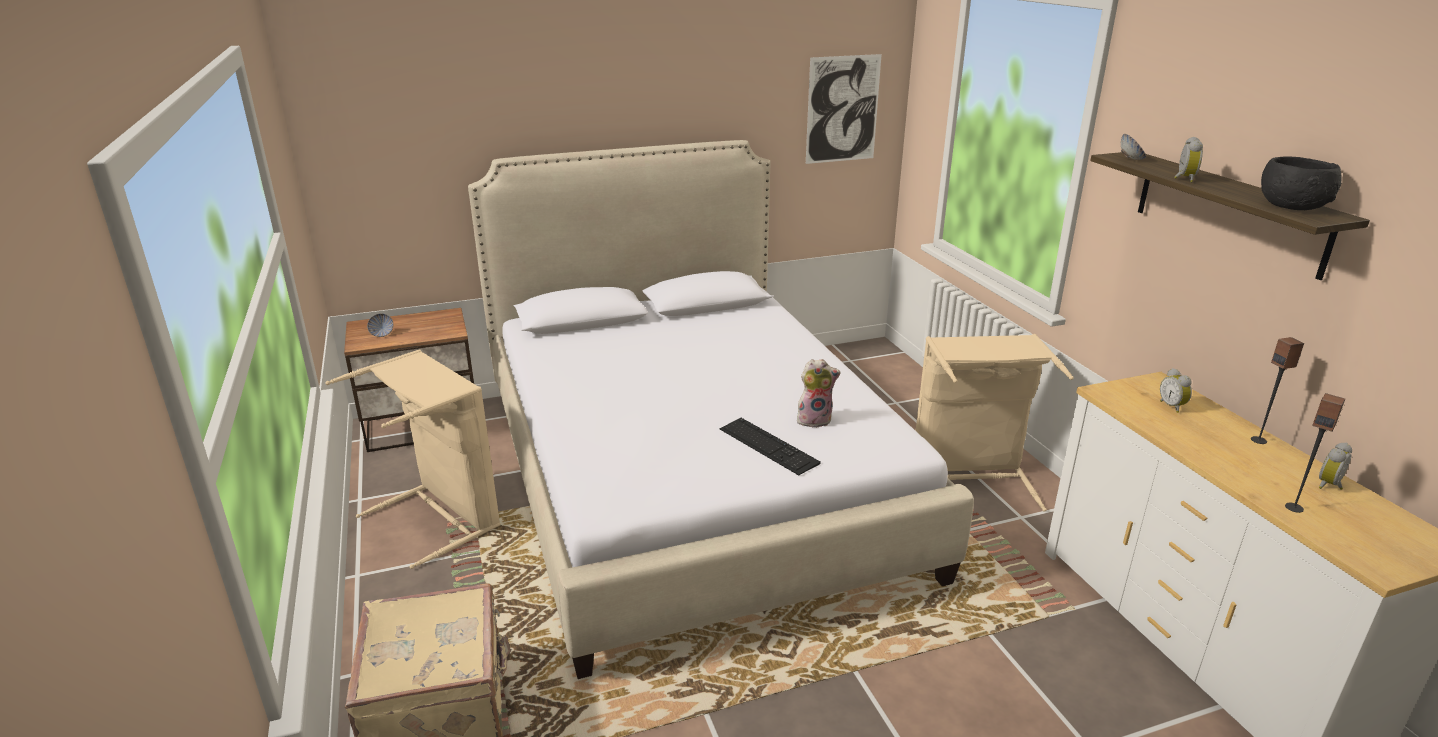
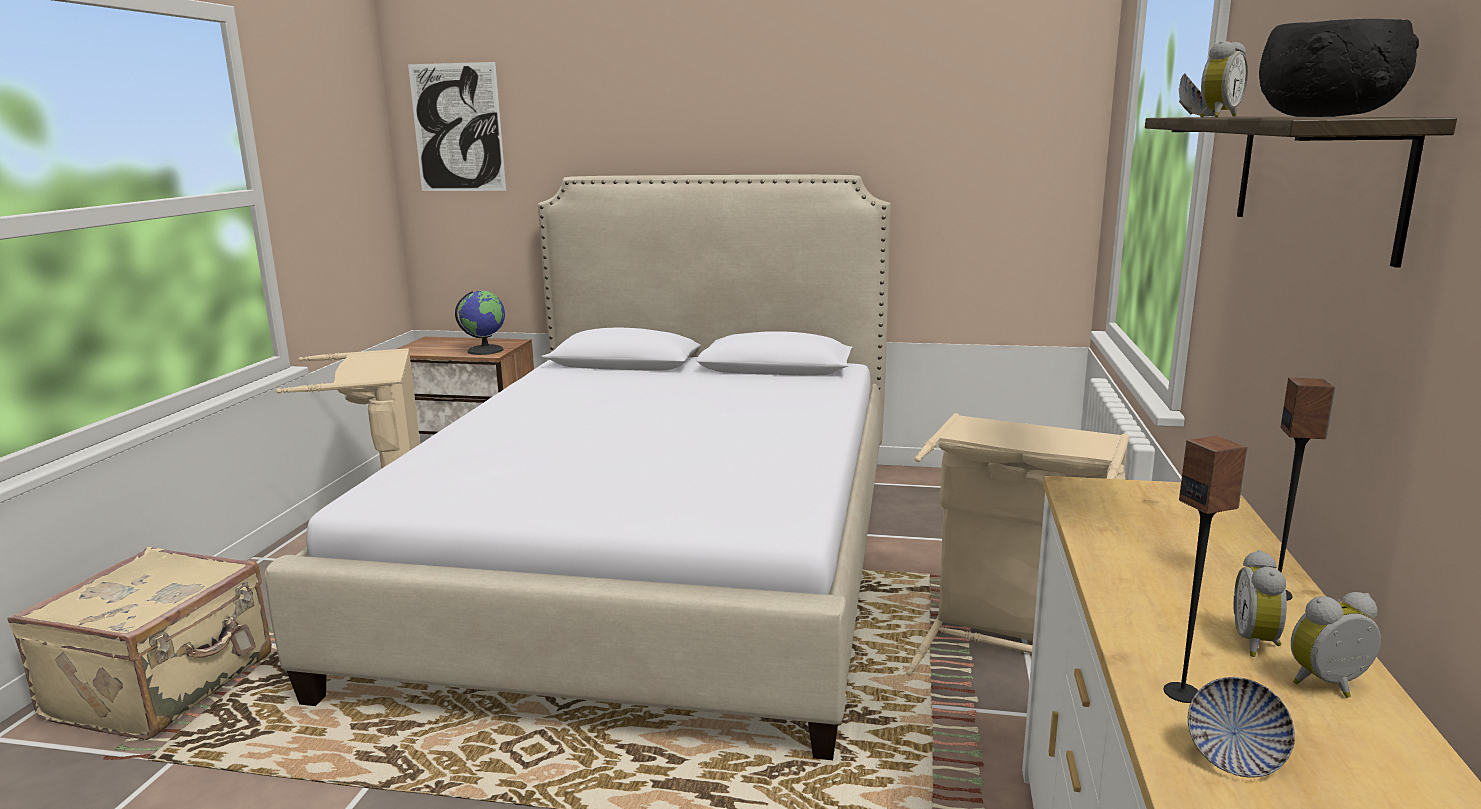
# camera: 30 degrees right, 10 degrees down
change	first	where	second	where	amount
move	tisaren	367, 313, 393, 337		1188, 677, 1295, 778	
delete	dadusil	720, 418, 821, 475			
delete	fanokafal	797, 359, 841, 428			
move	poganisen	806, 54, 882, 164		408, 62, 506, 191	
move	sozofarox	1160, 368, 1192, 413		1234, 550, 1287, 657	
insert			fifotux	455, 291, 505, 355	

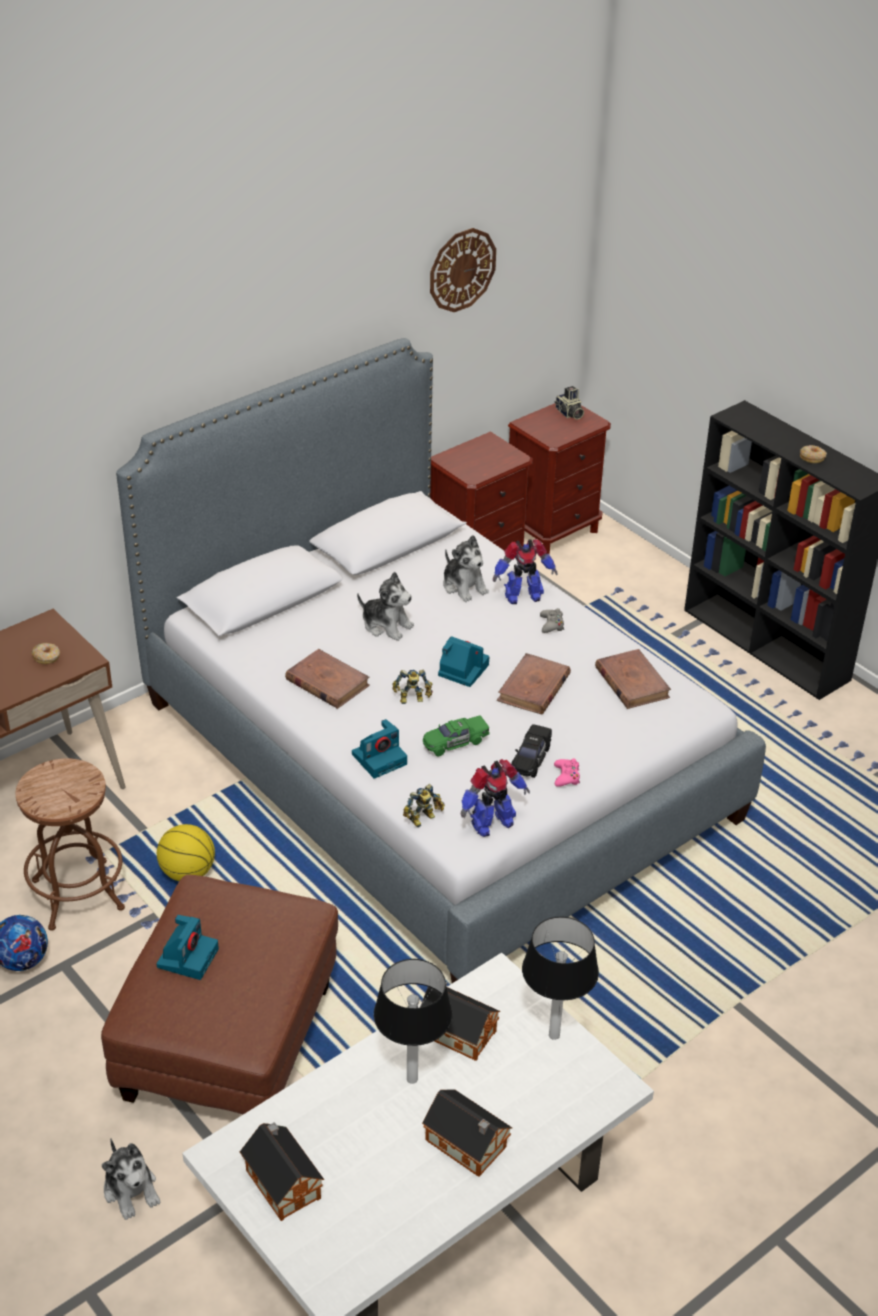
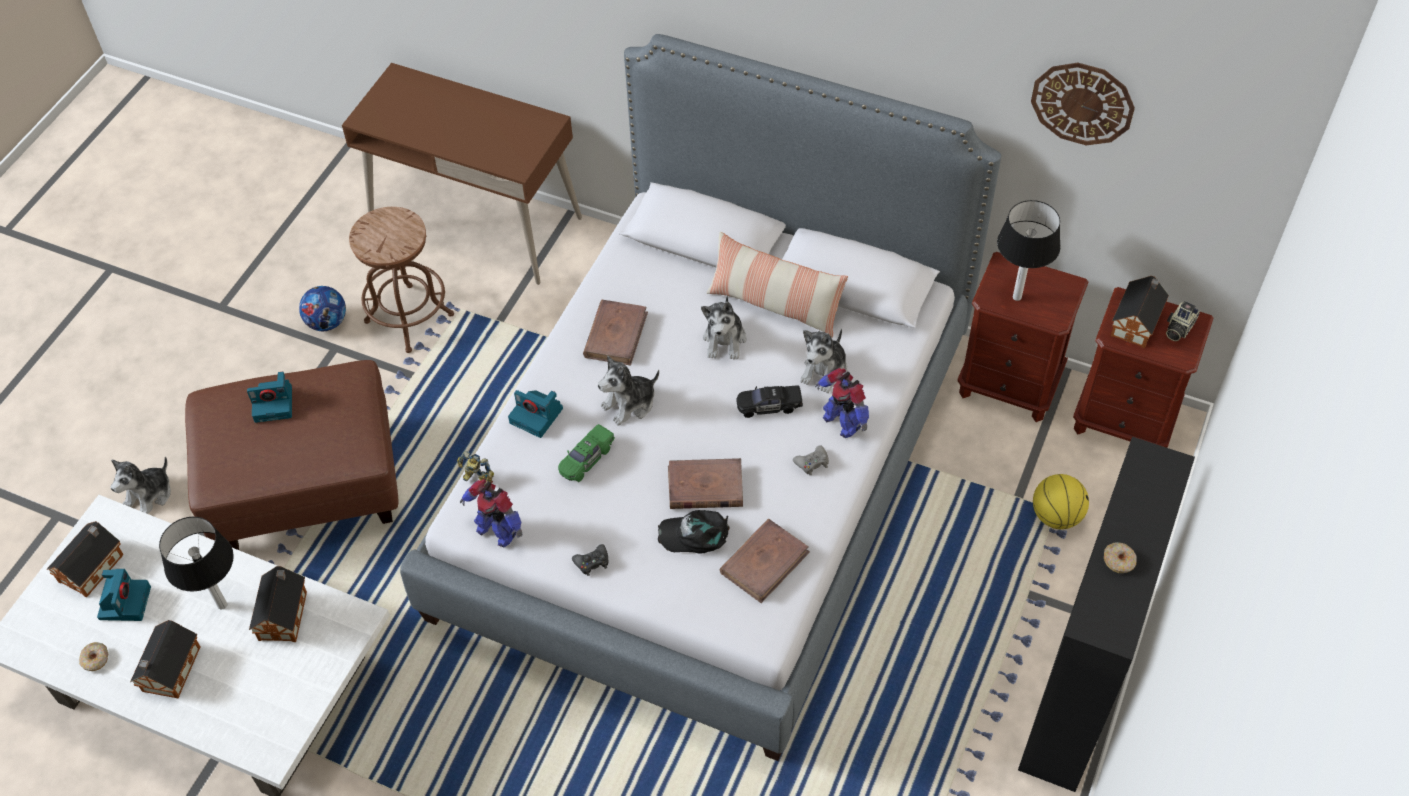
# camera: 65 degrees right, 15 degrees up
change	first	where	second	where	amount
move	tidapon	31, 643, 60, 664		79, 642, 109, 671	
move	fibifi	157, 824, 215, 881		1033, 474, 1089, 529	
replace	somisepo	392, 669, 433, 704	fanokafal	598, 356, 659, 426	
rotate	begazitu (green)	423, 716, 490, 756		558, 424, 615, 482	90 degrees counterclockwise
move	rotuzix	438, 636, 489, 687		97, 569, 151, 621	
move	begazitu (black)	511, 724, 552, 778		736, 385, 803, 418	
move	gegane	522, 916, 599, 1040		997, 200, 1061, 301	
recolor	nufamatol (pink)	554, 759, 580, 787	nufamatol (black)	572, 544, 608, 576	
insert			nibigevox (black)	658, 510, 729, 554	
insert			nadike	707, 231, 848, 338	
insert			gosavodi	1111, 276, 1169, 348	

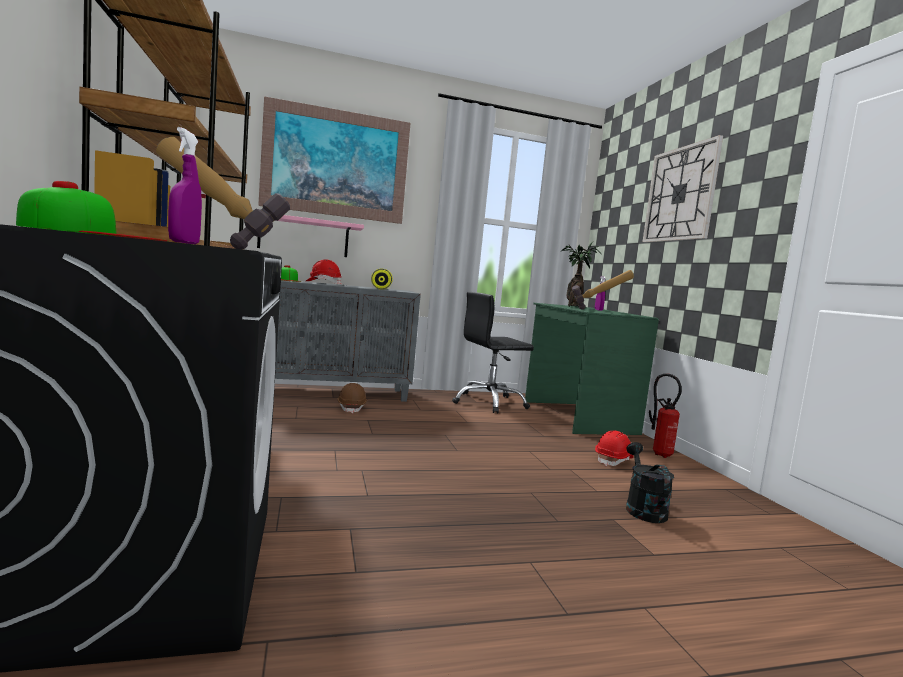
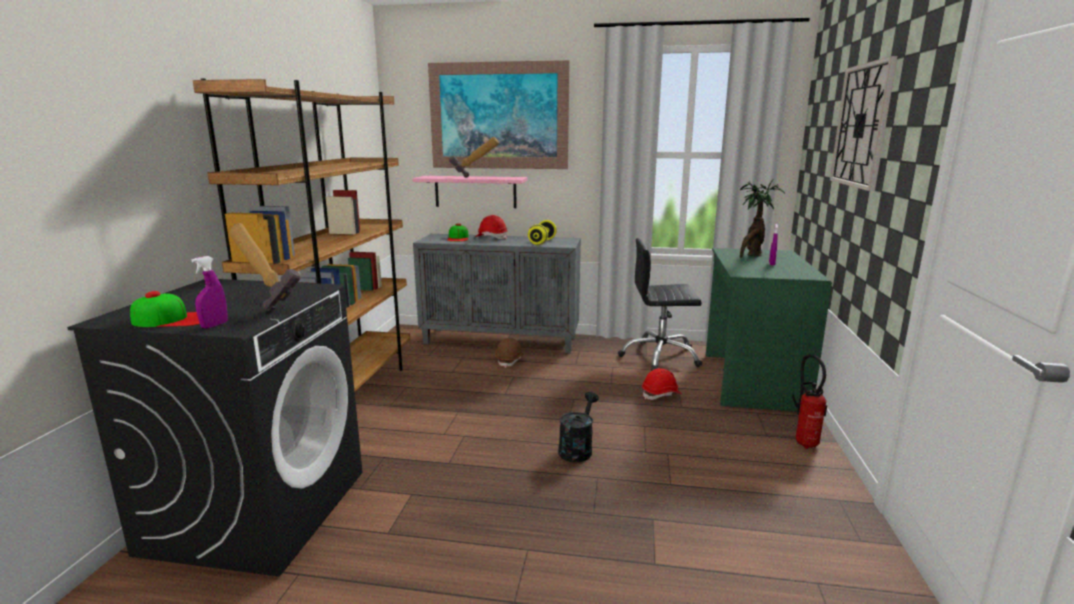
# camera: 25 degrees right, 10 degrees up
change	first	where	second	where	amount
move	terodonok	572, 270, 634, 310		449, 137, 499, 177	
move	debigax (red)	595, 431, 634, 467		642, 368, 681, 400	
move	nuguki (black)	626, 442, 674, 523		558, 392, 599, 462	

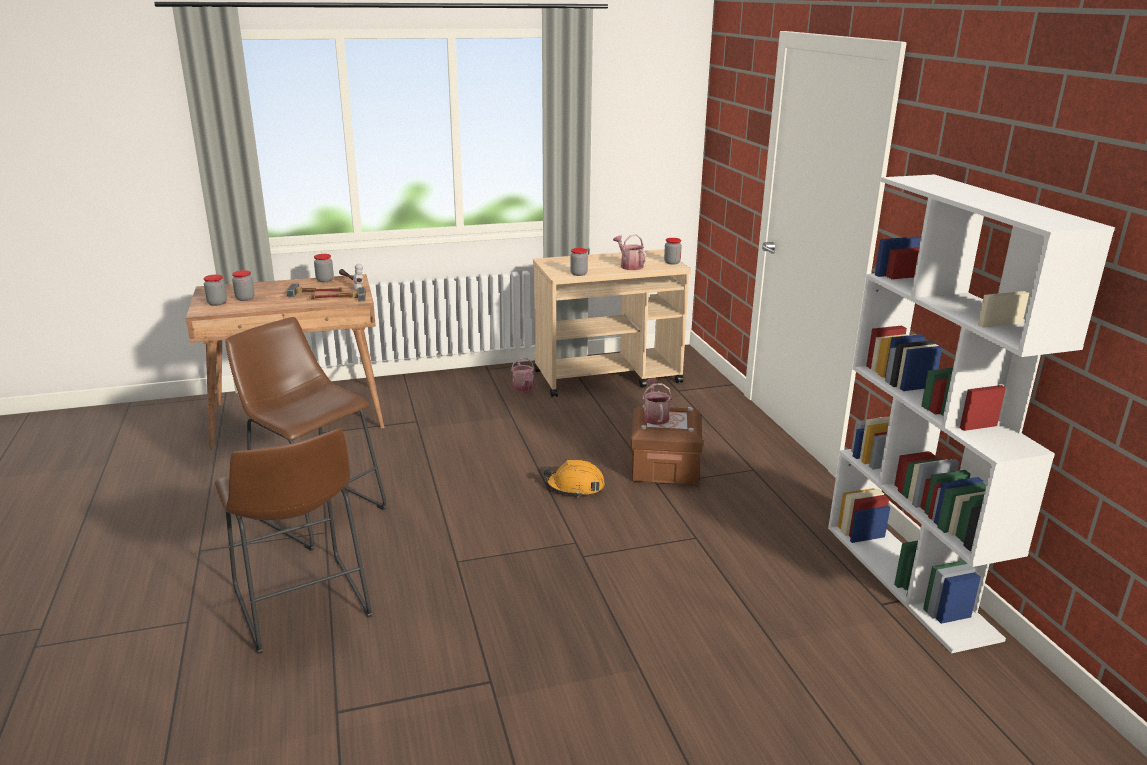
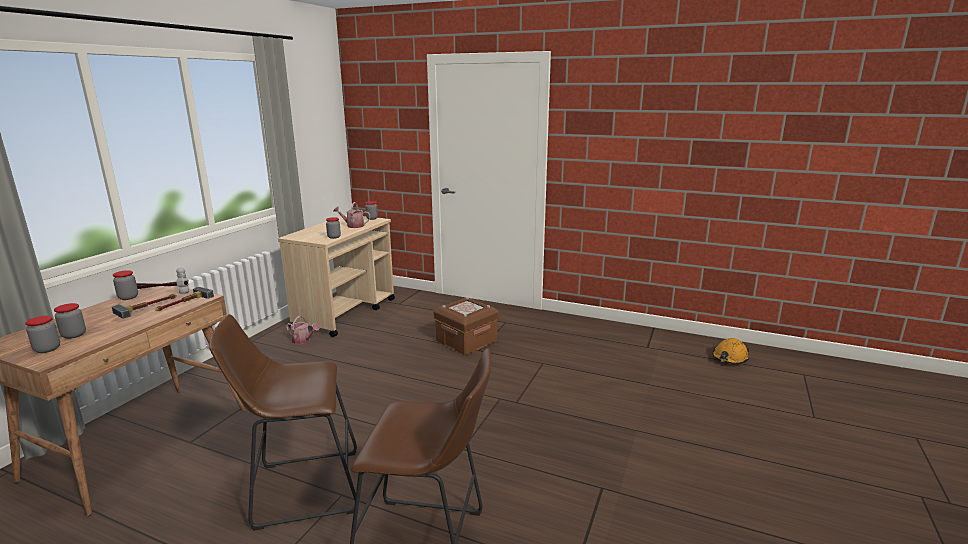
# camera: 50 degrees left, 5 degrees down
change	first	where	second	where	amount
move	debigax (orange)	544, 460, 605, 497		712, 338, 750, 364	
delete	nuguki	643, 379, 672, 425			
delete	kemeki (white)	828, 174, 1115, 653			

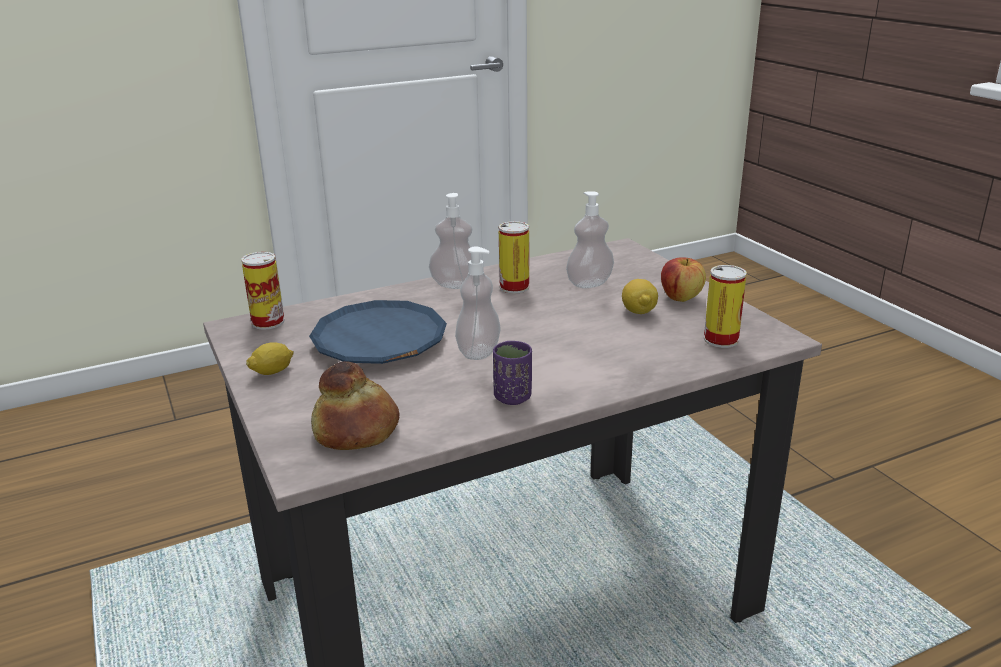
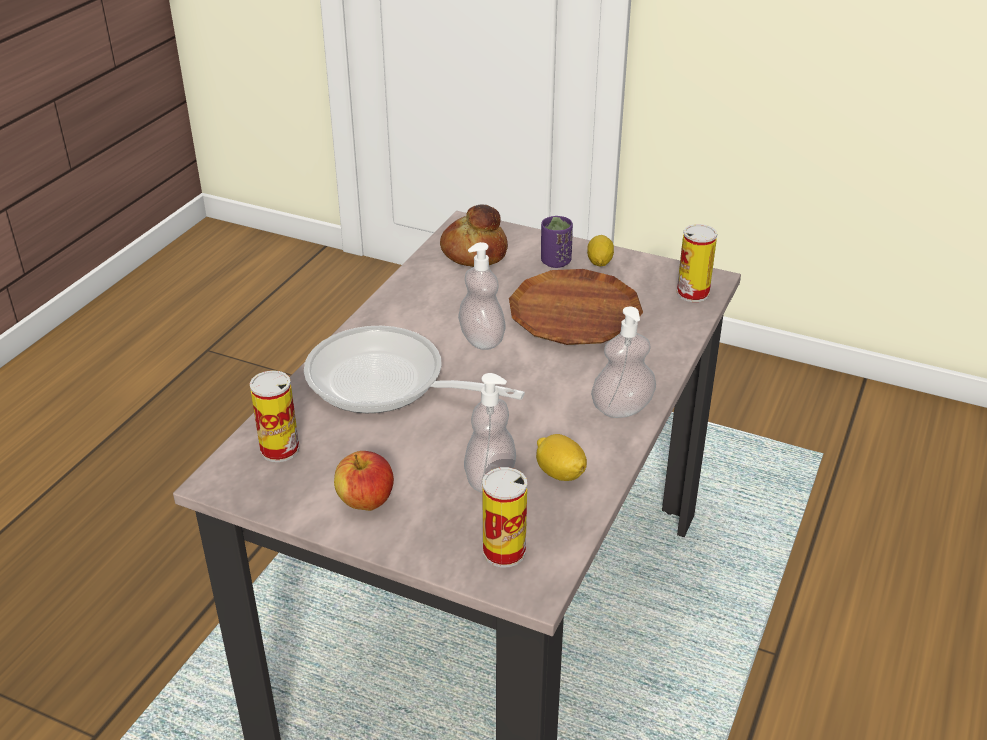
# camera: 140 degrees right, 10 degrees up
change	first	where	second	where	amount
recolor	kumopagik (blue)	309, 300, 447, 364	kumopagik (brown)	509, 269, 643, 345	
move	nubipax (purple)	493, 341, 532, 405		541, 216, 573, 268	
move	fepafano	498, 221, 529, 294		482, 467, 527, 568	
move	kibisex	622, 279, 658, 314		536, 434, 587, 481	
insert			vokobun	304, 326, 525, 413	

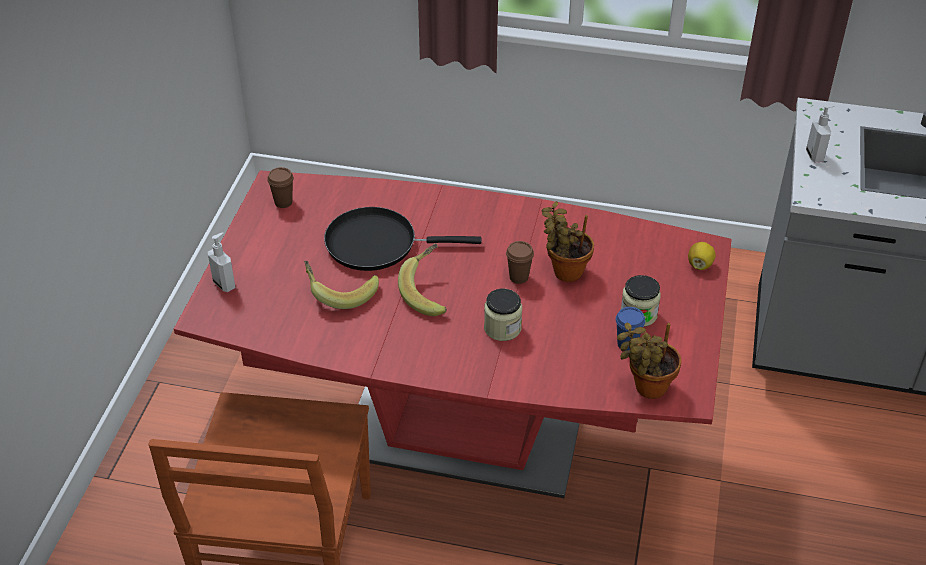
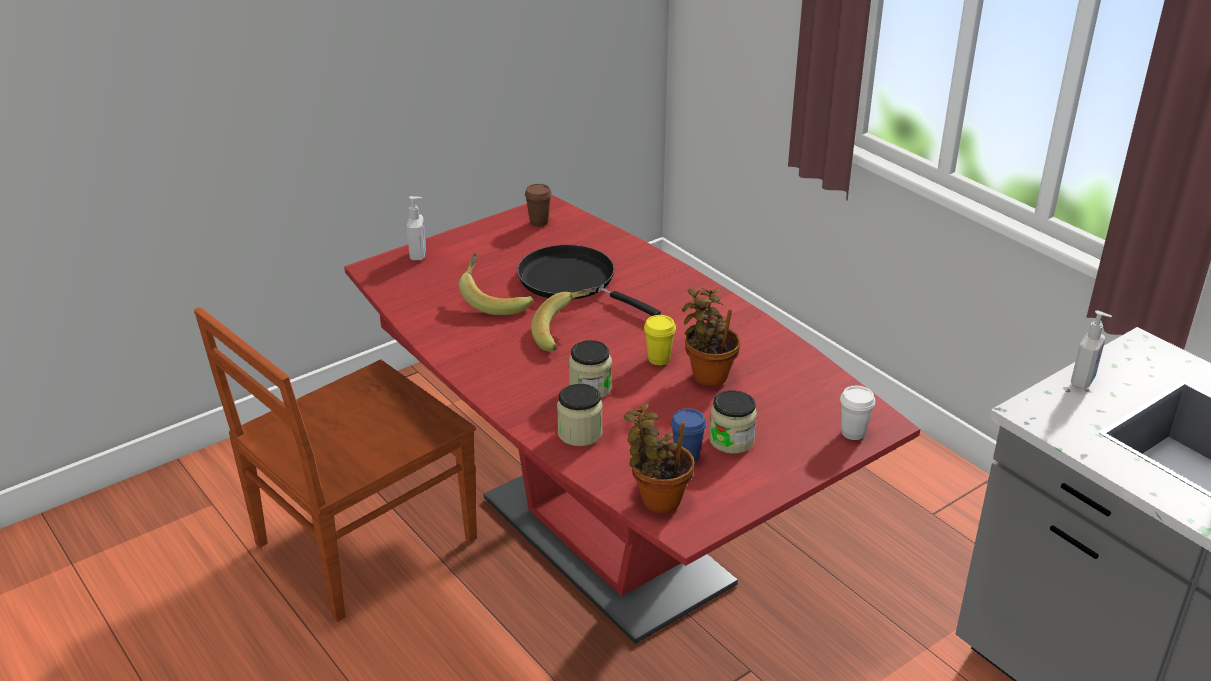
# camera: 40 degrees right, 10 degrees down
change	first	where	second	where	amount
recolor	nubipax (brown)	506, 241, 534, 284	nubipax (yellow)	644, 315, 676, 365	
replace	kibisex	688, 242, 716, 270	nubipax (white)	840, 386, 875, 440	
insert			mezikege	557, 384, 603, 446	

